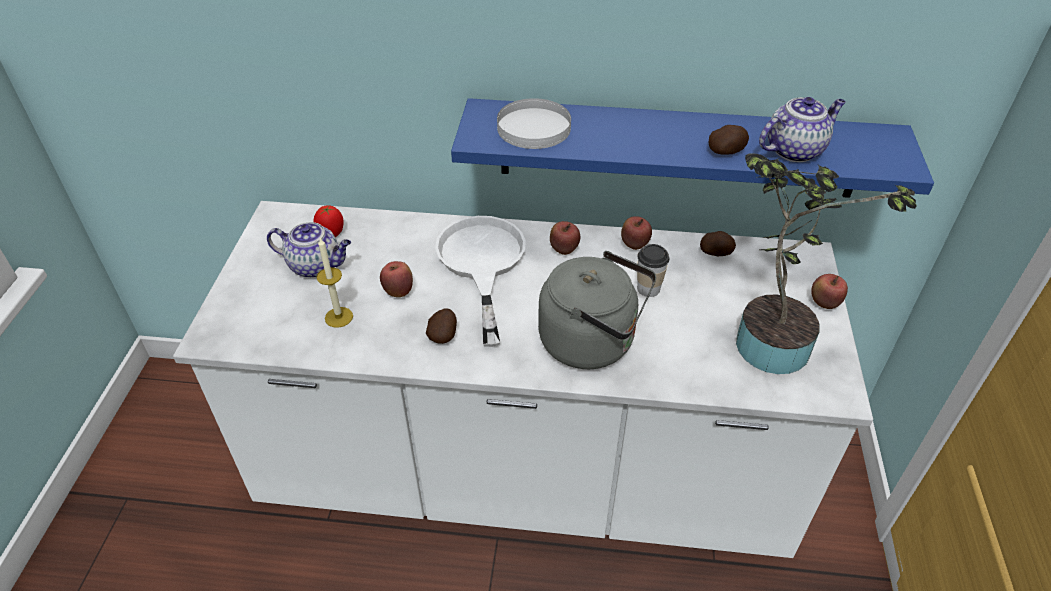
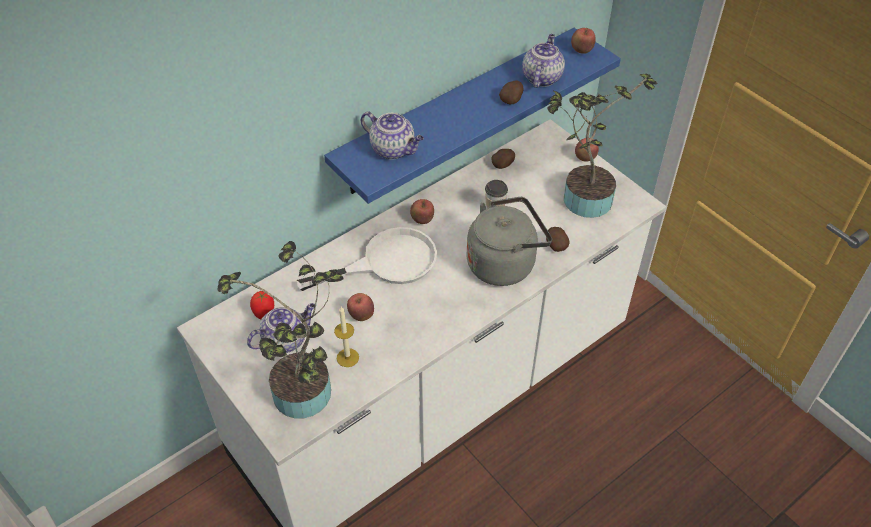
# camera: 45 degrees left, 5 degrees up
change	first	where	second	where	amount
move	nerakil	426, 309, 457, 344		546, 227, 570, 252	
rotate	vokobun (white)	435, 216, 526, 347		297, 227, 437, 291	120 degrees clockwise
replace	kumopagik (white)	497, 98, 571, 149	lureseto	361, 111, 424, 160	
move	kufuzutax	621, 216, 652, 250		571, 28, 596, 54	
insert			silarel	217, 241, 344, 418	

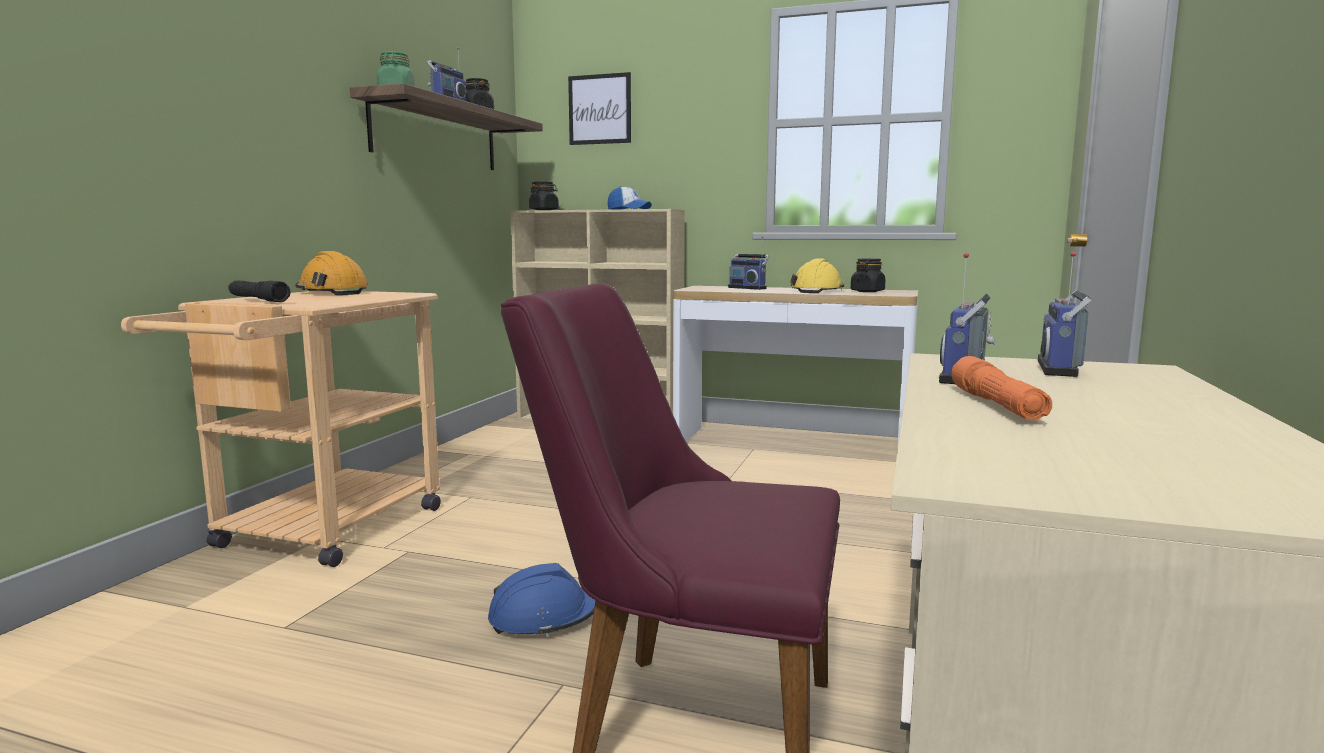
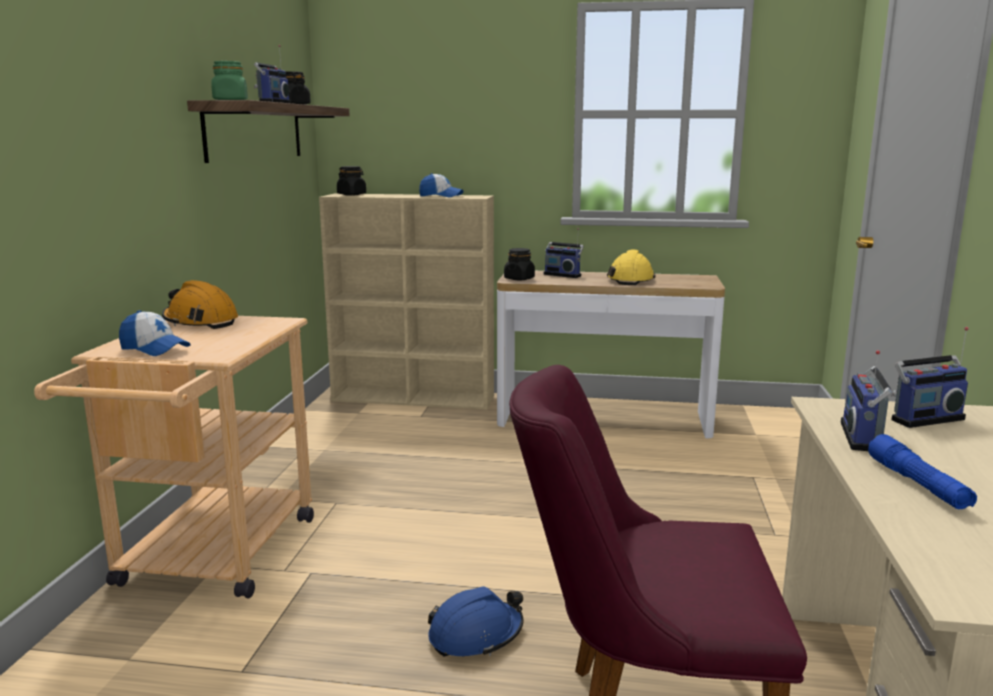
# camera: 10 degrees left, 5 degrees up
change	first	where	second	where	amount
replace	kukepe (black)	228, 280, 290, 302	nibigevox	119, 310, 191, 356	
delete	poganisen	568, 72, 631, 145			
move	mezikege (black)	851, 258, 885, 292		504, 248, 535, 280	
recolor	kukepe (orange)	951, 356, 1052, 420	kukepe (blue)	868, 434, 977, 509	
rotate	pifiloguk	1038, 252, 1092, 377		891, 327, 969, 428	120 degrees counterclockwise

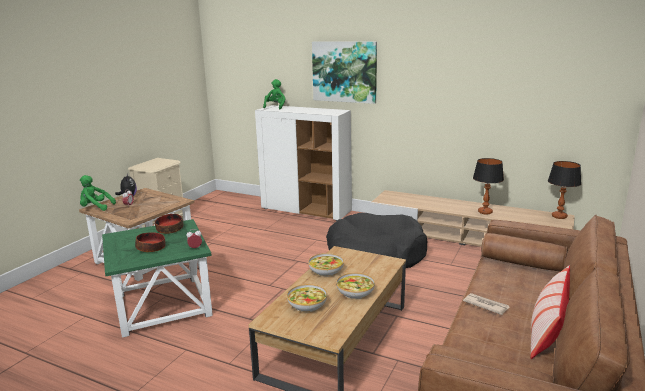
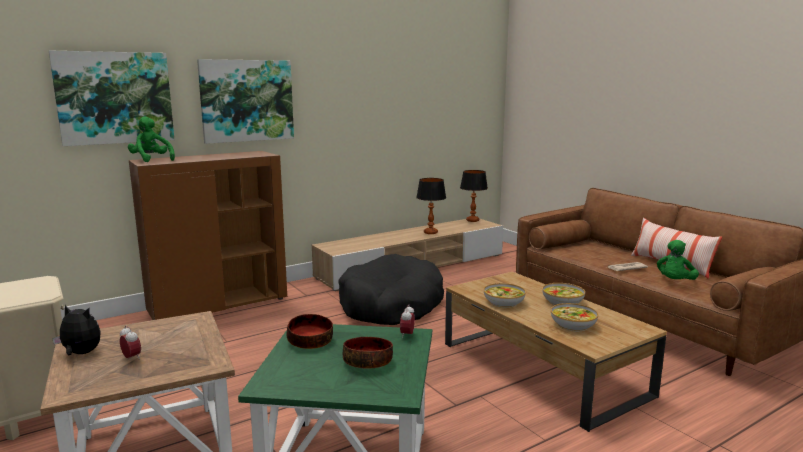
# camera: 60 degrees left, 5 degrees down
change	first	where	second	where	amount
move	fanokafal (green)	80, 175, 116, 211		657, 240, 699, 280	
recolor	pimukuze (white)	255, 105, 352, 221	pimukuze (brown)	129, 151, 287, 320	
insert			poganisen	49, 51, 175, 146	

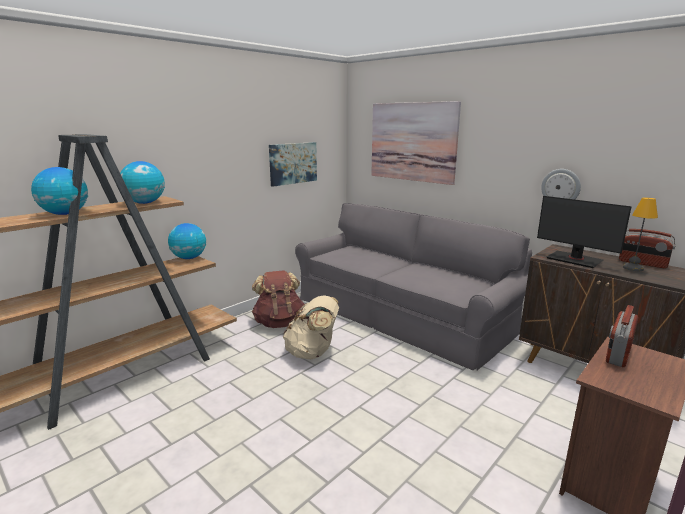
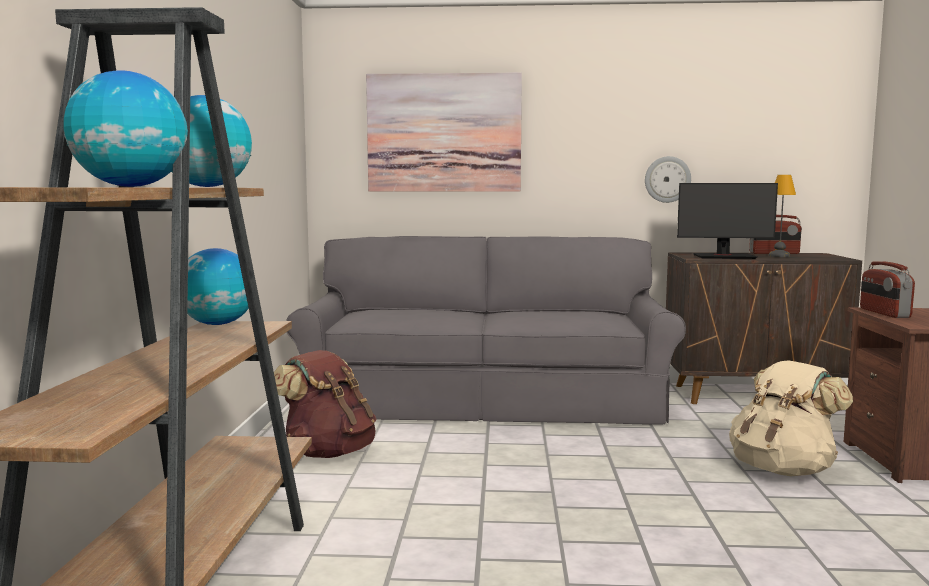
# camera: 40 degrees left, 10 degrees down
change	first	where	second	where	amount
delete	poganisen	269, 142, 317, 187			
move	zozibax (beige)	283, 296, 339, 359		729, 360, 853, 476	

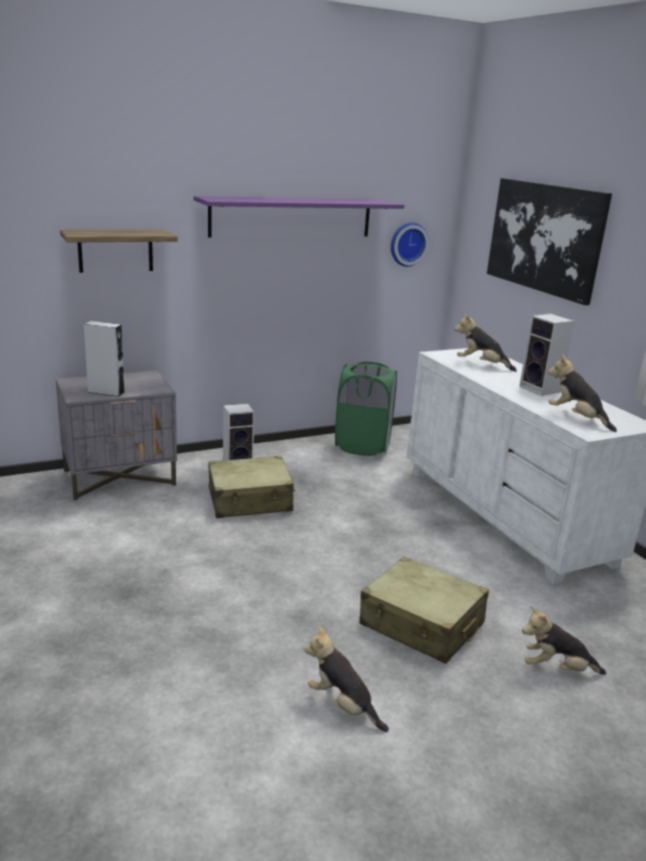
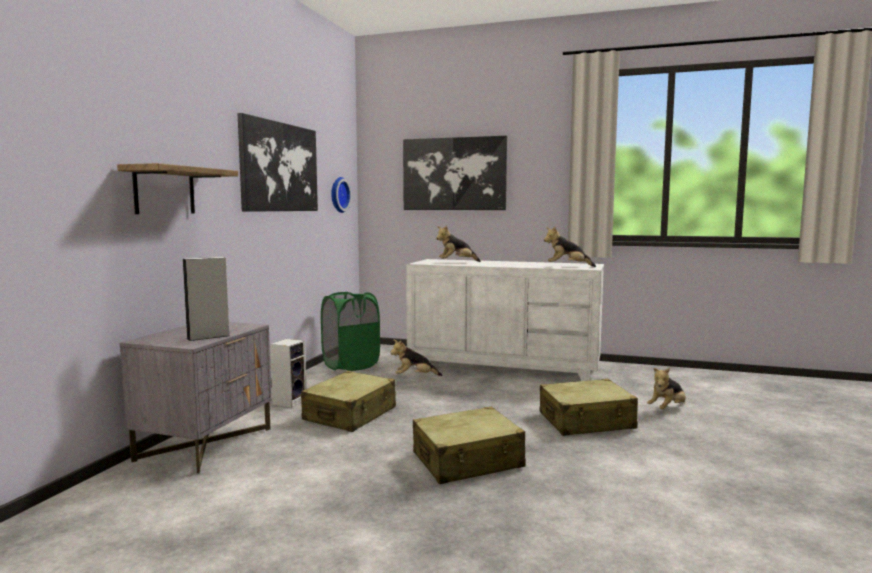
# camera: 45 degrees left, 15 degrees down
change	first	where	second	where	amount
replace	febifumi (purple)	193, 196, 404, 237	poganisen	238, 113, 318, 212	
move	fanokafal	303, 626, 389, 732		390, 339, 442, 376	
delete	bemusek	519, 314, 575, 396			
insert			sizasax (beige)	413, 407, 526, 484	

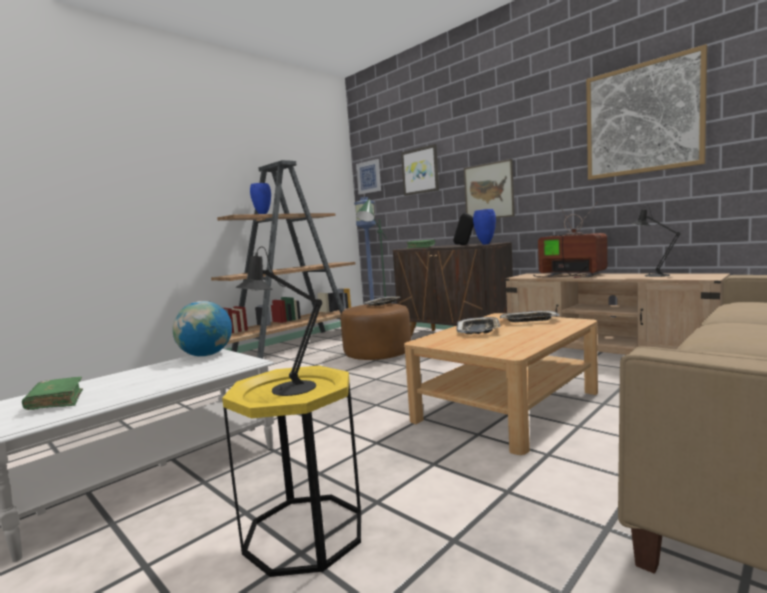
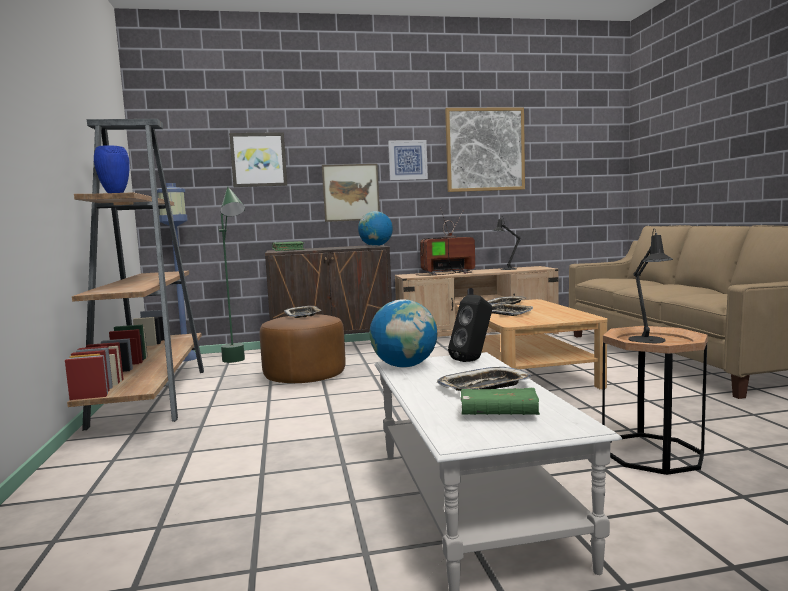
# camera: 55 degrees left, 0 degrees up
change	first	where	second	where	amount
recolor	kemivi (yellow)	222, 366, 361, 577	kemivi (brown)	602, 326, 708, 475	
move	poganisen	356, 159, 381, 195		388, 140, 428, 180	
move	bemusek (black)	453, 213, 474, 245		448, 295, 492, 362	
replace	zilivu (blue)	473, 209, 496, 245	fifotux	358, 211, 393, 246	
insert			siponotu	437, 367, 532, 391	

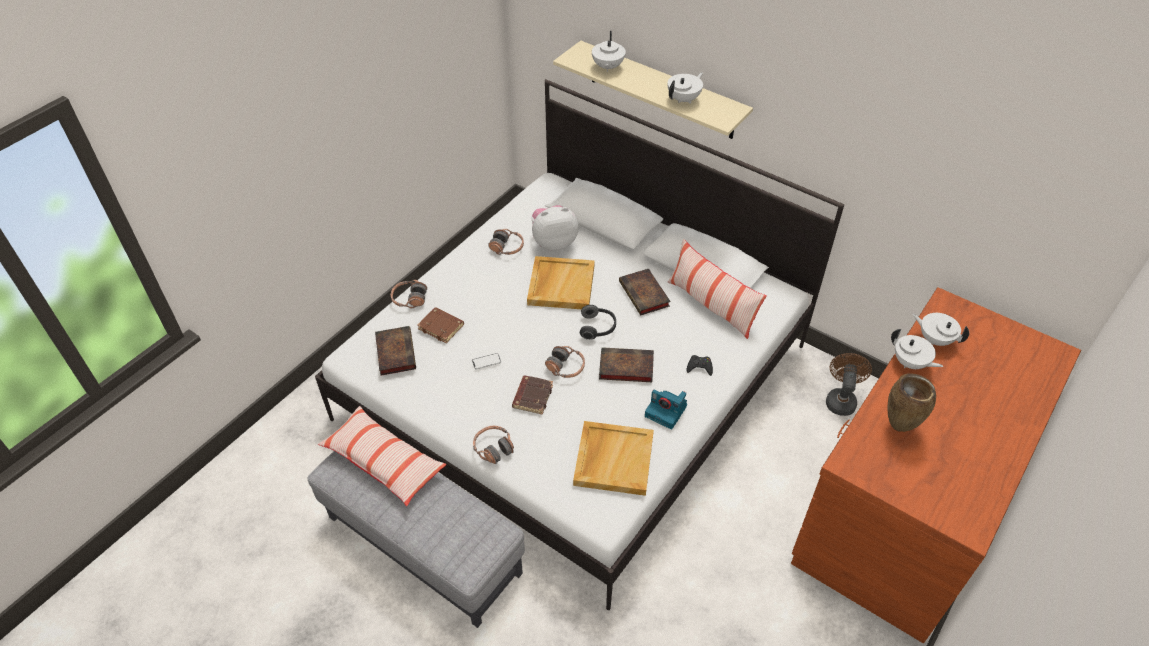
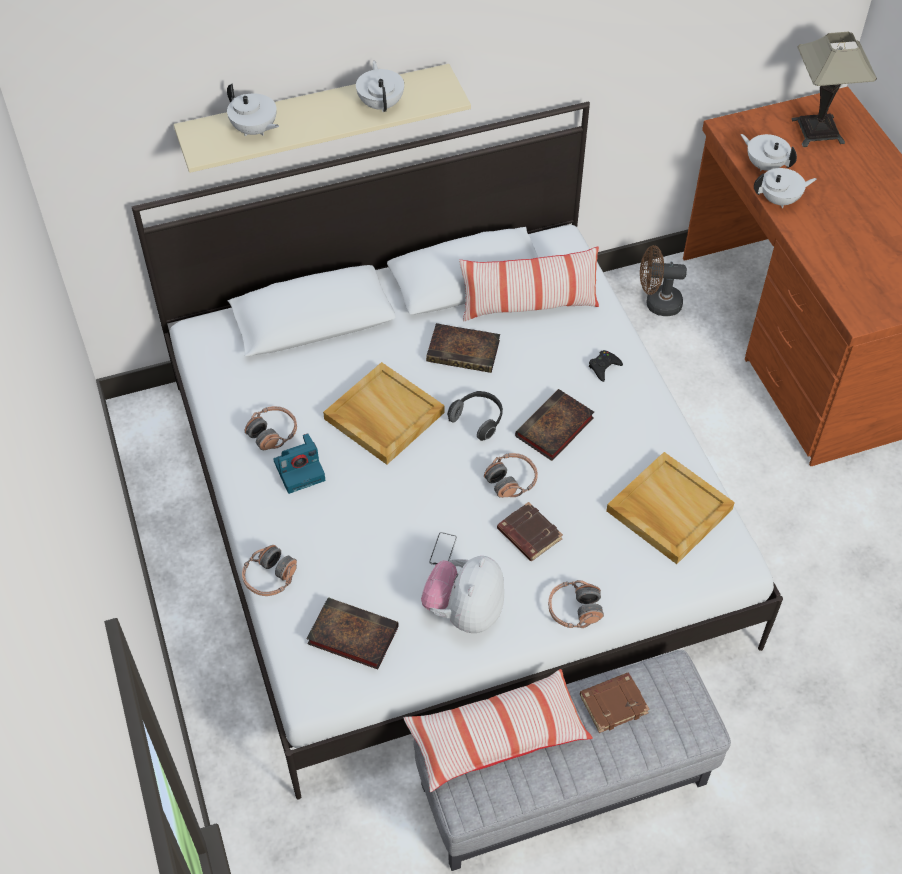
# camera: 55 degrees left, 5 degrees up
change	first	where	second	where	amount
move	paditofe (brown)	417, 307, 464, 343		580, 673, 650, 733	
move	fanokafal	532, 205, 579, 251		421, 556, 504, 633	
move	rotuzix	645, 390, 687, 429		274, 433, 325, 494	
rotate	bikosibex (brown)	826, 353, 872, 416		640, 245, 687, 316	45 degrees counterclockwise
delete	zilivu (brown)	887, 373, 936, 432			
rotate	lureseto (white)	912, 313, 969, 346		741, 134, 797, 171	60 degrees clockwise
insert			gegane	791, 32, 877, 147	

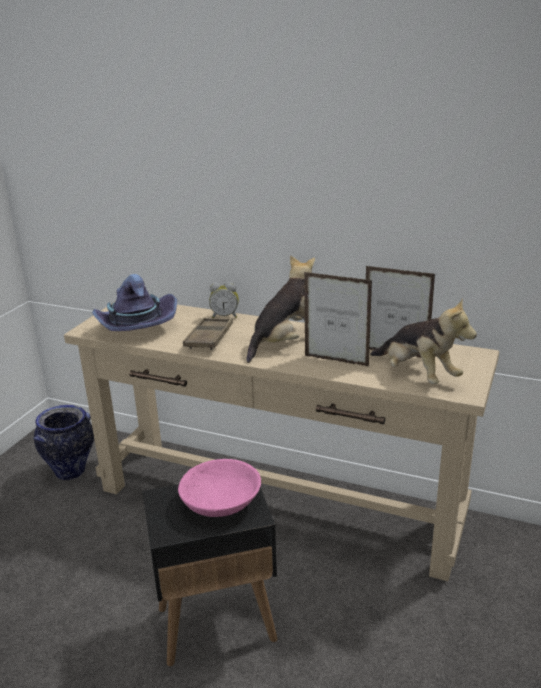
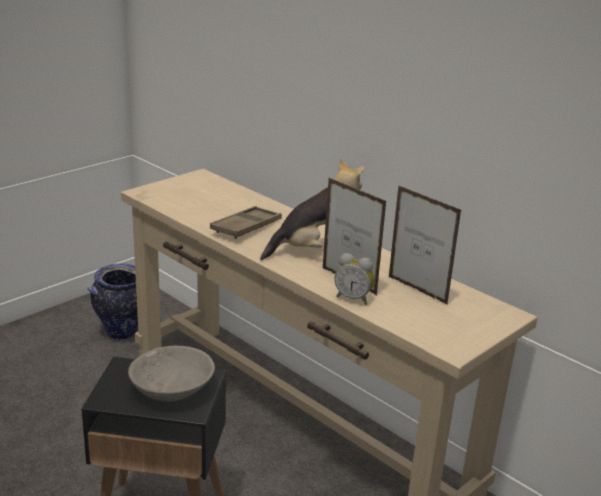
# camera: 20 degrees right, 0 degrees up
change	first	where	second	where	amount
delete	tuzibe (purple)	92, 274, 177, 331			
recolor	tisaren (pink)	178, 459, 261, 517	tisaren (grey)	128, 346, 215, 402	
move	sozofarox	209, 282, 239, 318		334, 253, 375, 305	
delete	fanokafal	370, 298, 477, 384			

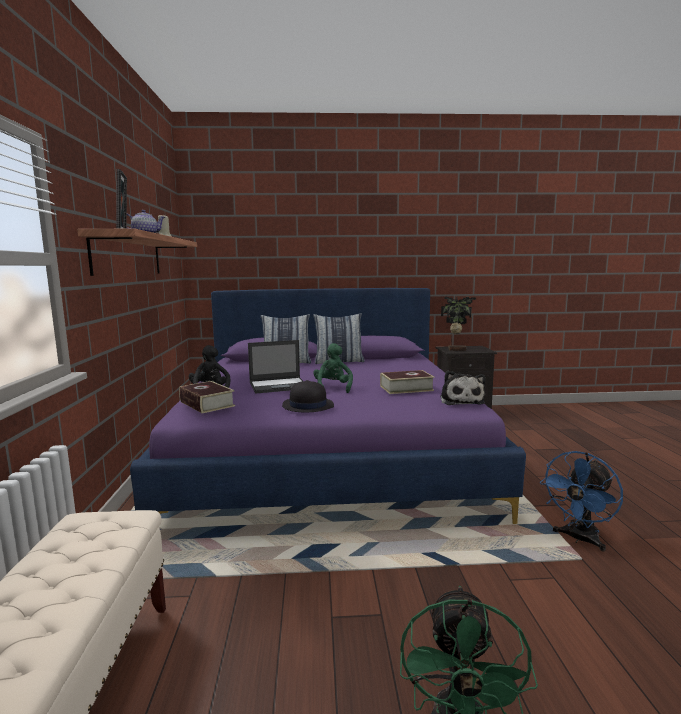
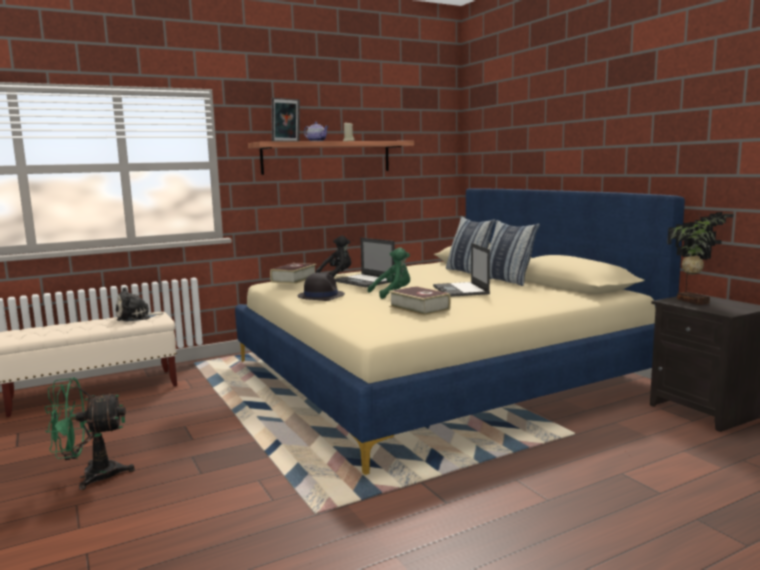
# camera: 65 degrees right, 0 degrees up
change	first	where	second	where	amount
recolor	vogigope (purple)	130, 288, 526, 524	vogigope (beige)	235, 189, 685, 475	
move	fanokafal	440, 371, 486, 405		115, 287, 164, 322	
delete	bikosibex (blue)	540, 451, 623, 552			
insert			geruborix	433, 243, 490, 297	

